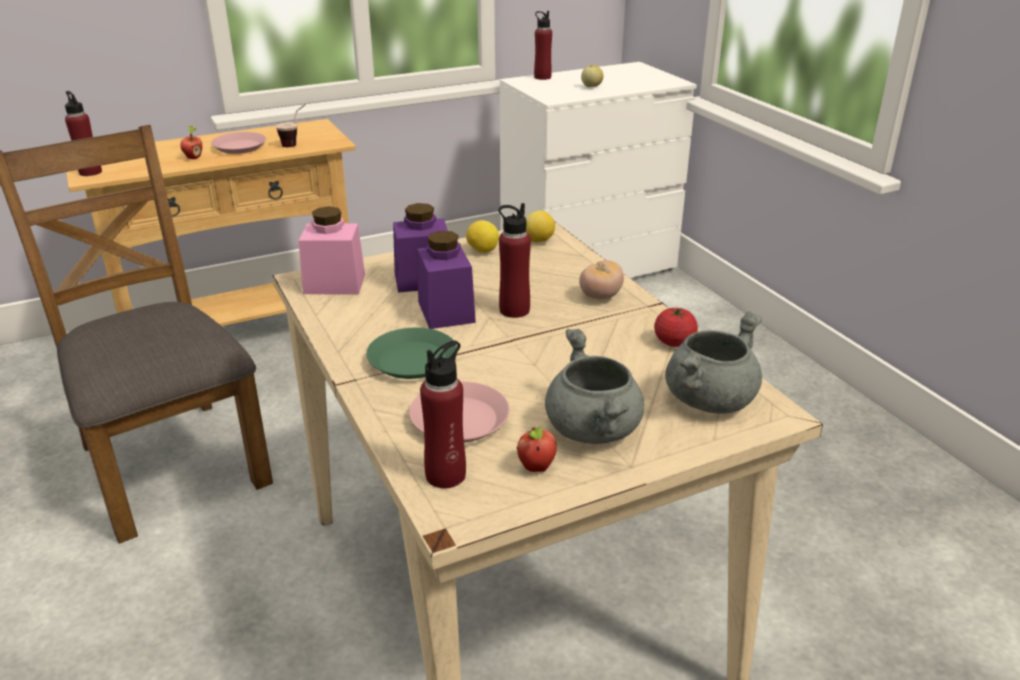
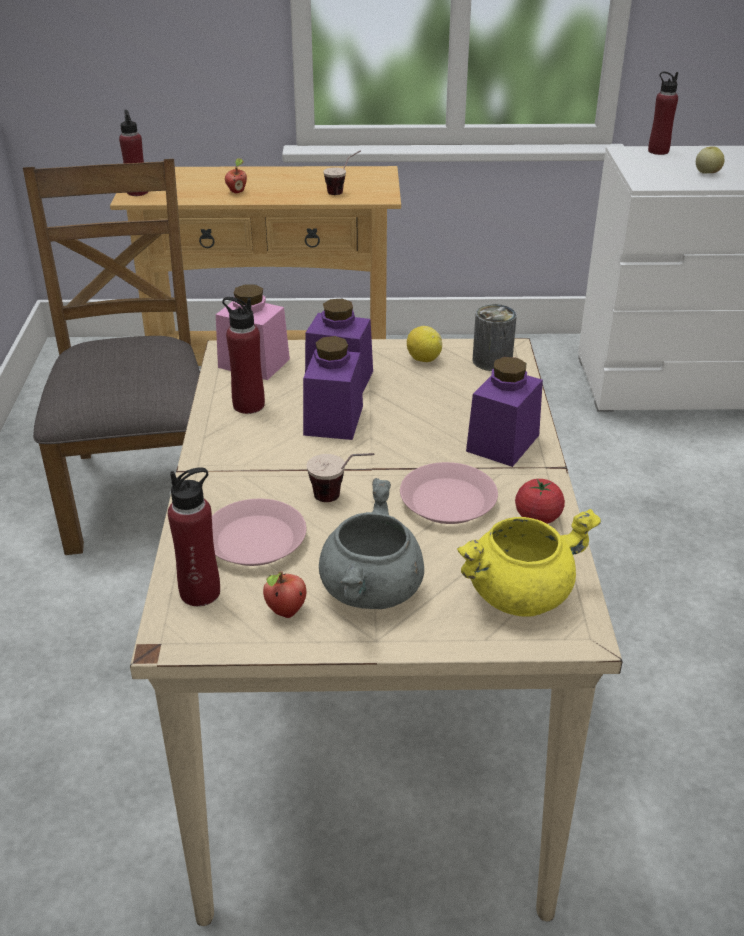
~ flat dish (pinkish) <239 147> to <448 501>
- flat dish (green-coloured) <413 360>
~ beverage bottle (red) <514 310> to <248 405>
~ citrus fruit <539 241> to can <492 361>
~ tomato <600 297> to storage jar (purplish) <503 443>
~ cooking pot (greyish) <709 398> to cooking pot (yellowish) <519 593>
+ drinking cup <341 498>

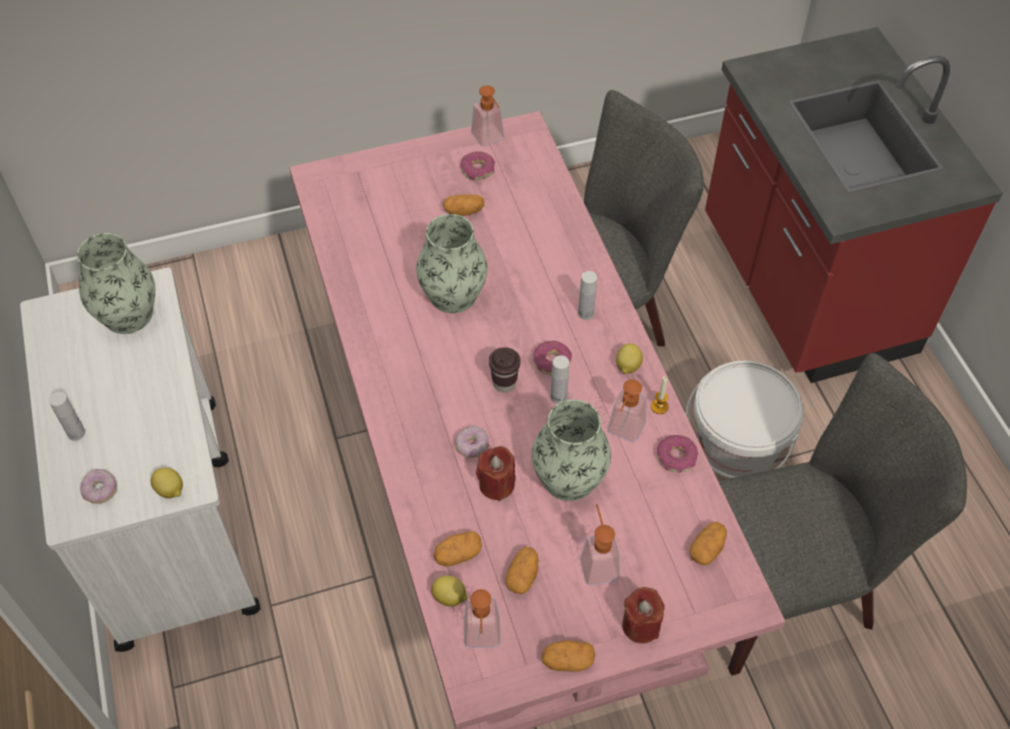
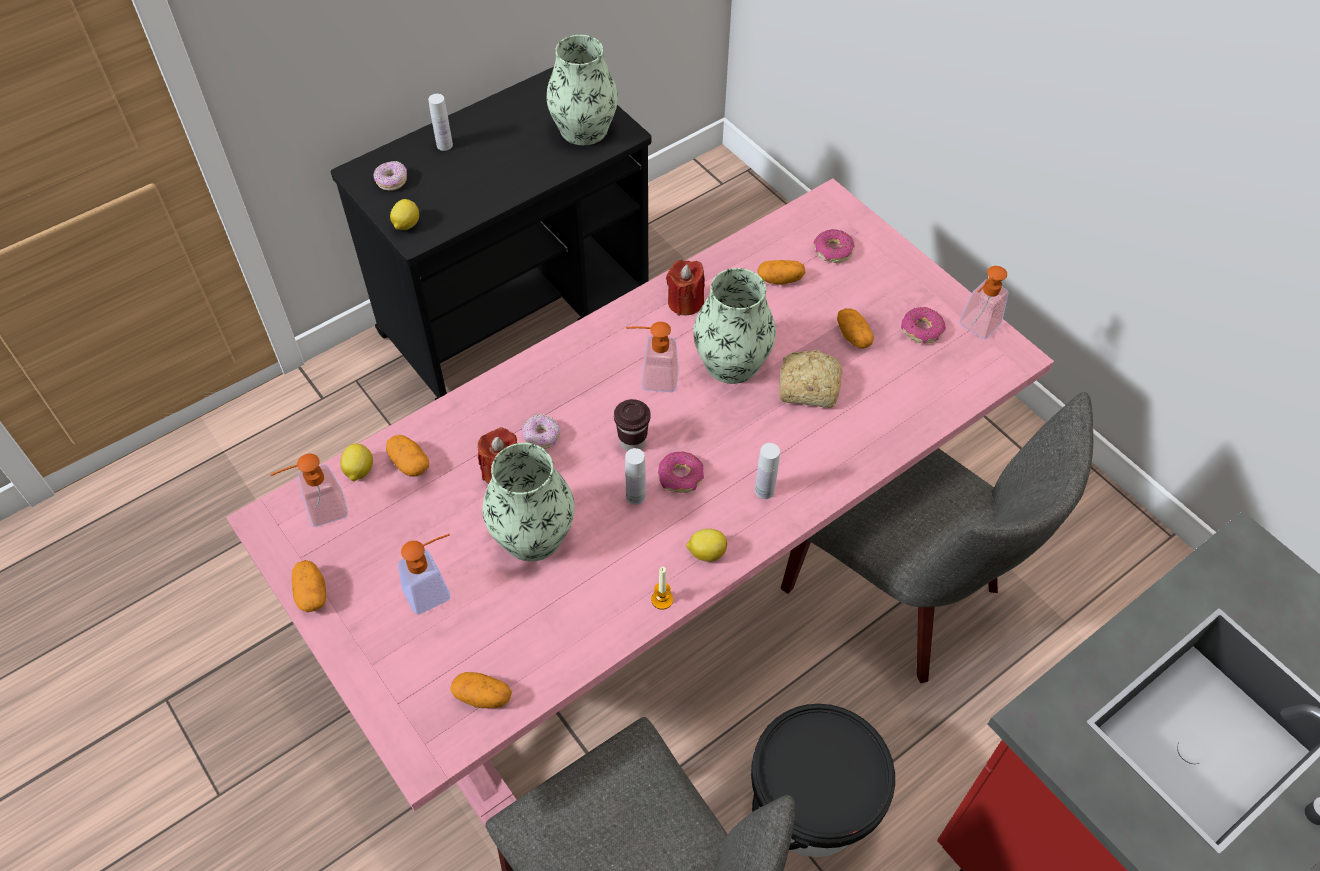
~ wheeled cart (white) <170 517> to wheeled cart (black-coloured) <517 315>
~ spud <522 576> to <780 279>
~ soap dispenser <623 432> to <652 378>
~ wax candle (red) <641 625> to <685 302>
~ donut <676 458> to <832 251>
~ pail (white) <736 446> to pail (black-coloured) <811 805>
+ bakery bread <806 386>

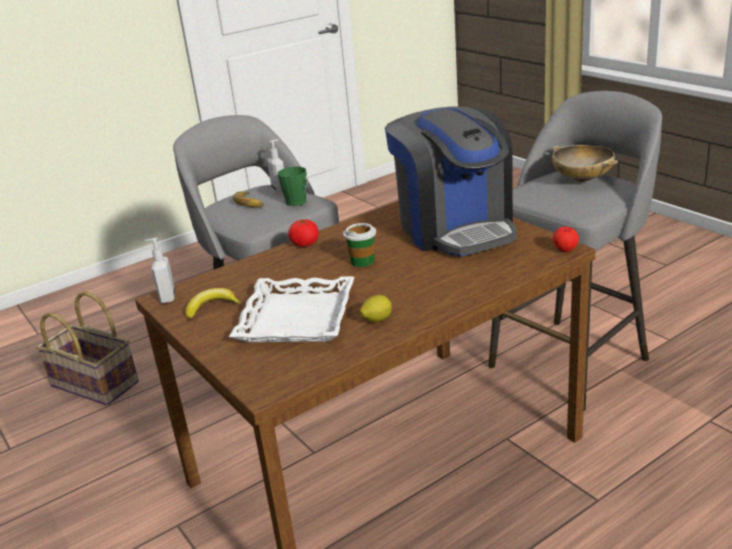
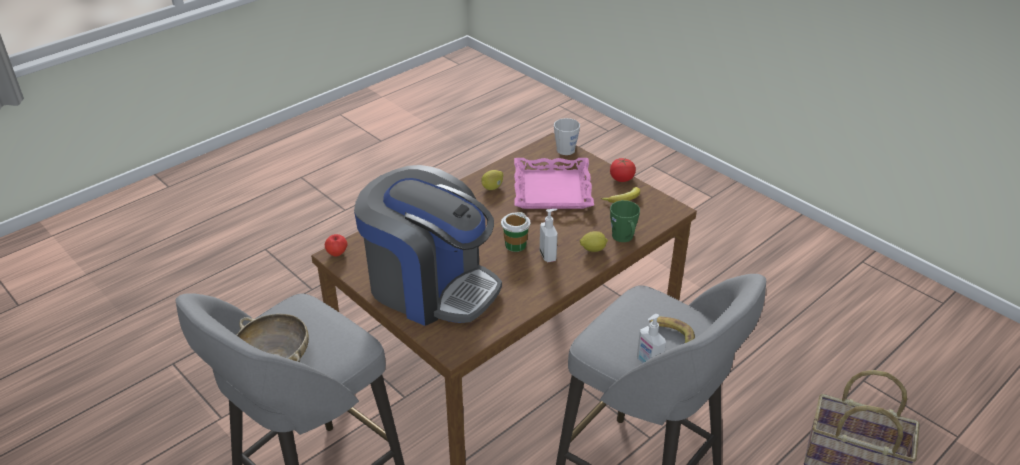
~ soap dispenser <167 298> to <548 255>
~ serving tray (white) <295 318> to serving tray (pinkish) <553 190>
~ mug (green-coloured) <295 200> to <624 238>
~ tomato <305 244> to <622 178>
~ coffee brewer <455 228> = <431 286> 150 degrees clockwise
+ mug (greyish) <567 148>
+ citrus fruit <593 249>

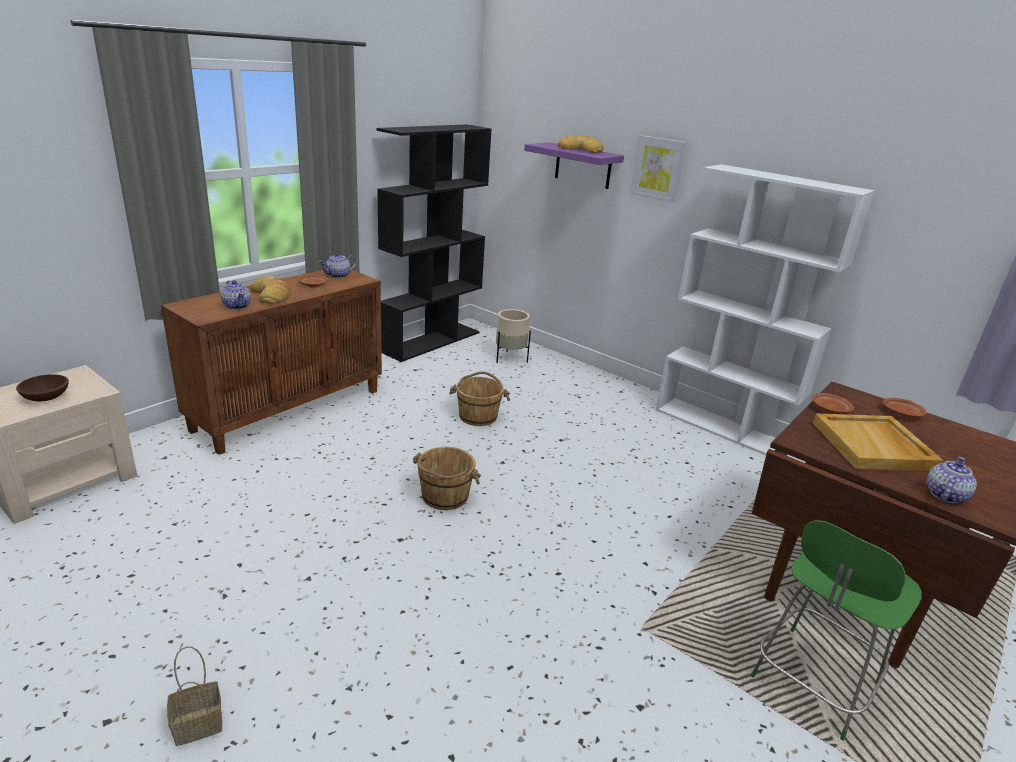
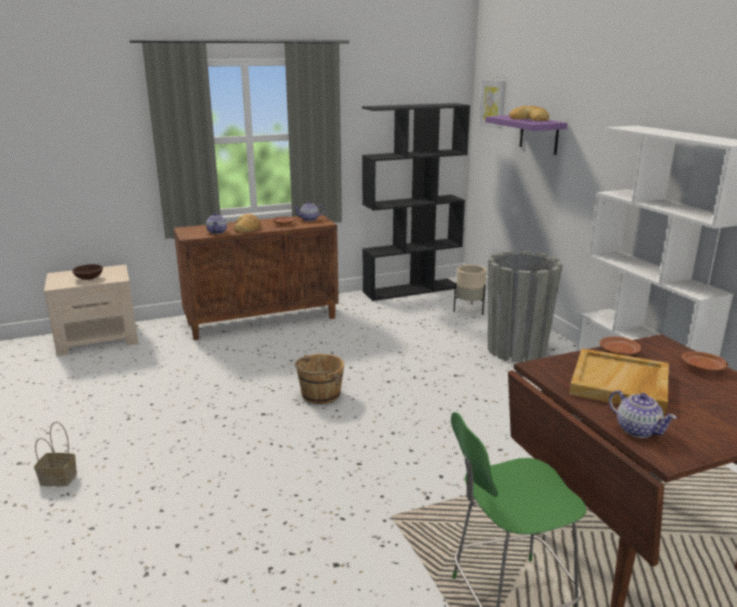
- pail (brownish) <478 416>
~ wall art <658 168> to <493 103>
~ teapot <944 495> = <637 429> 75 degrees clockwise
+ flower pot (greyish) <516 350>

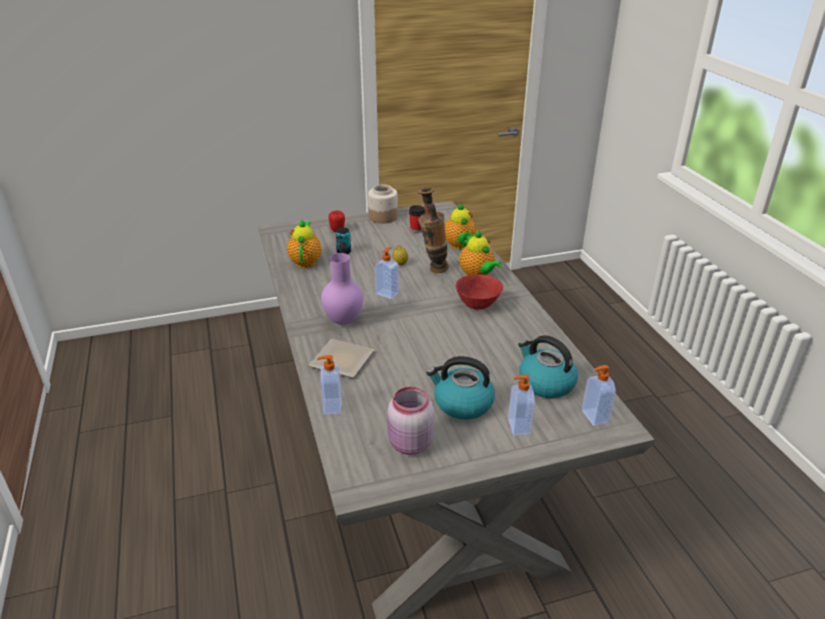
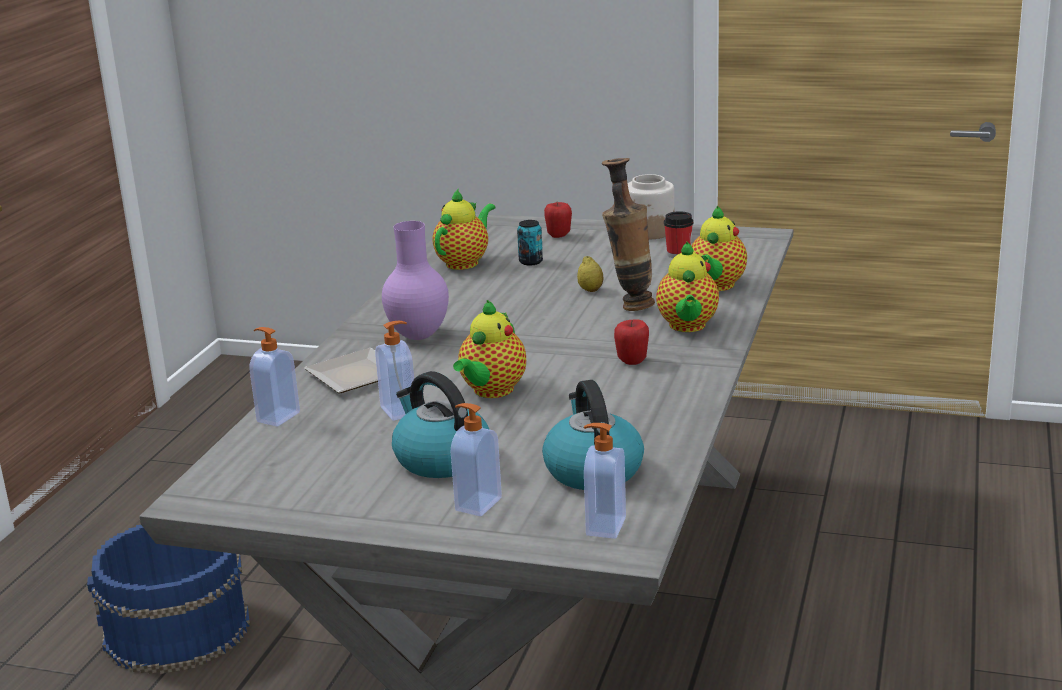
~ soap dispenser <387 293> to <400 411>
- storage jar (pinkish) <409 444>
~ deep dish (red) <478 305> to apple fruit <632 361>
+ pail (blue-coloured) <177 631>
+ teapot <491 391>

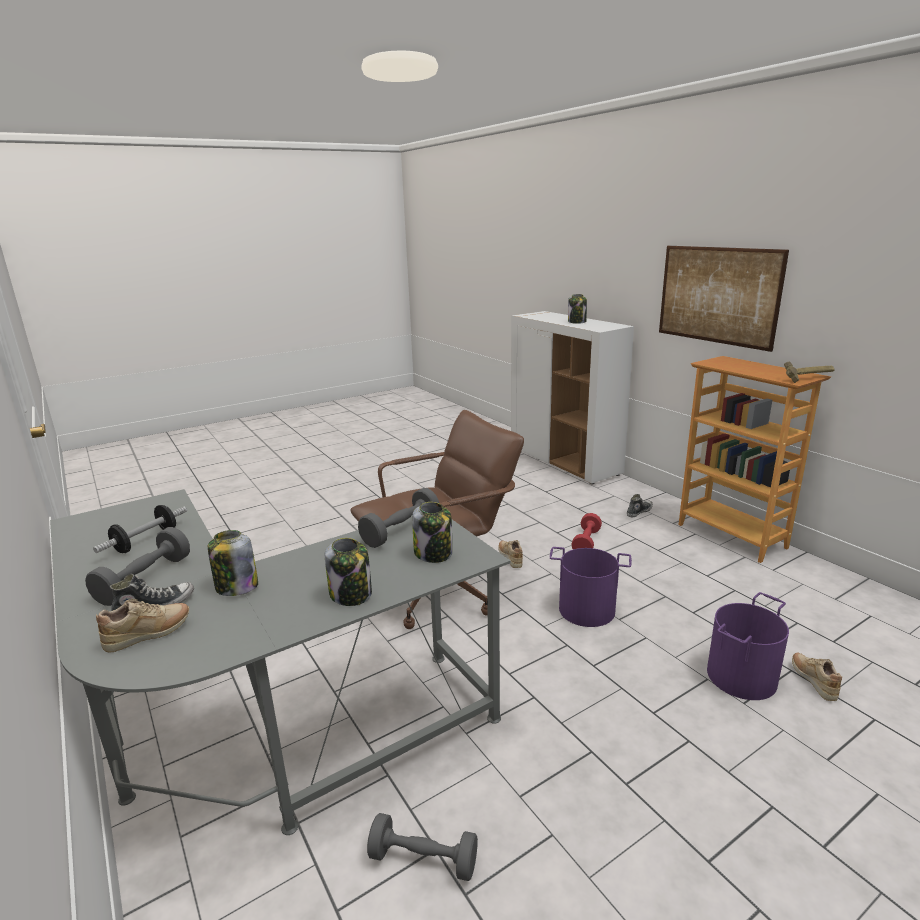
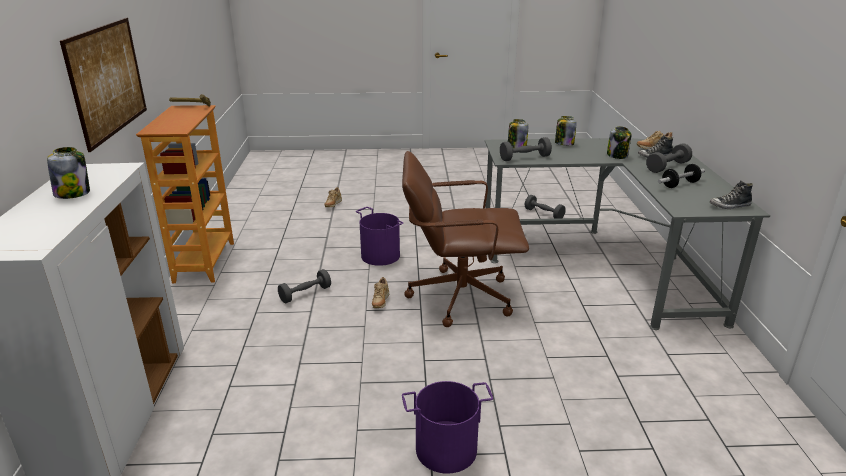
~ free weight (red) <586 542> to free weight (greyish) <305 294>
~ item of footwear <639 511> to <730 206>
~ pail (purplish) <742 677> to <446 448>

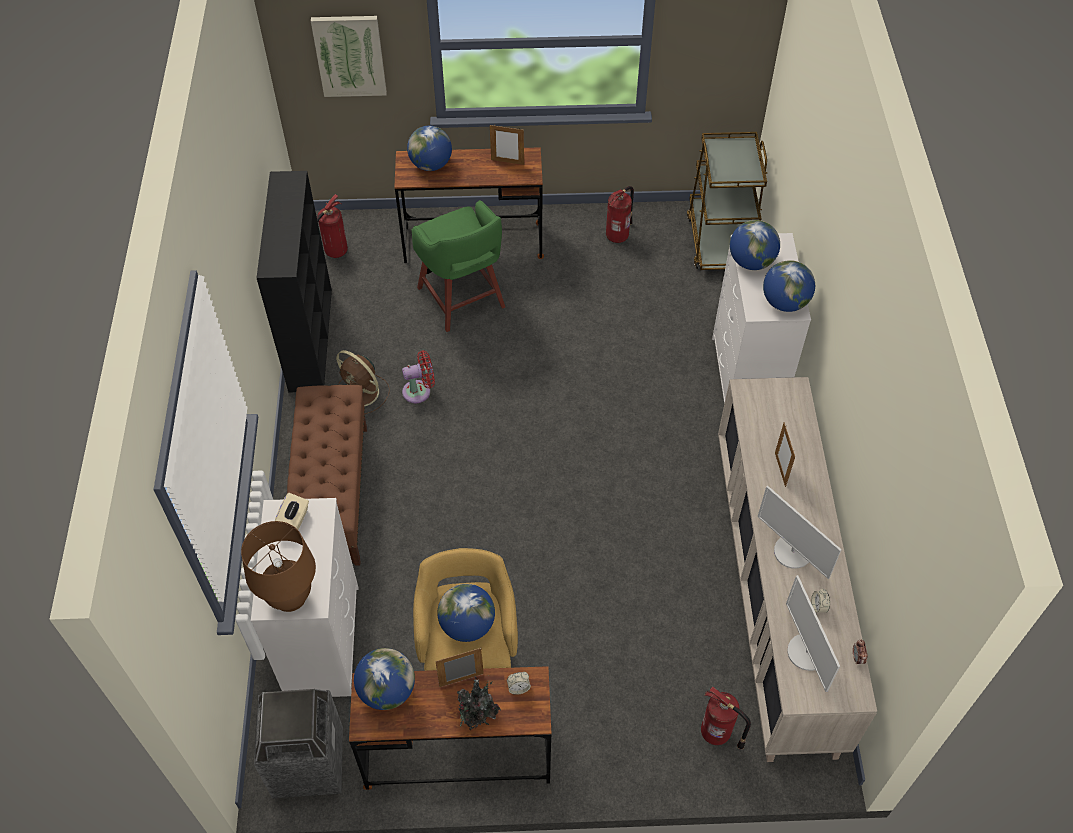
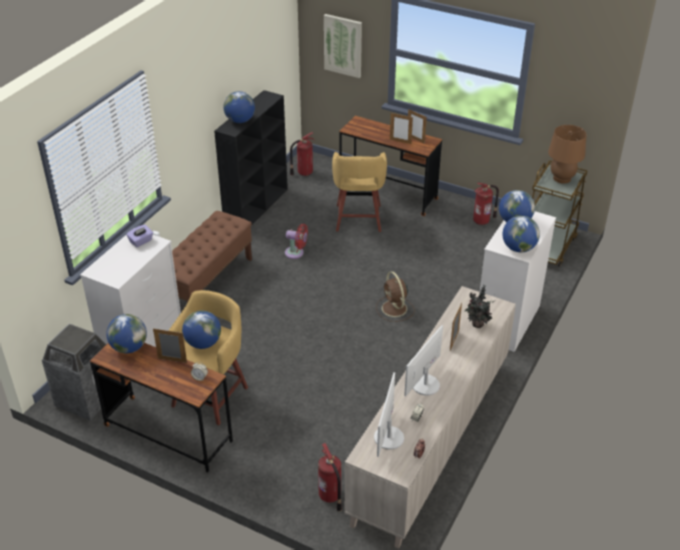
~ lamp for a table (brownish) <290 596> to <562 178>
~ tissue holder (sand-coloured) <294 519> to tissue holder (purplish) <141 241>
~ electric fan (brownish) <362 393> to <395 309>
~ world globe <431 164> to <240 120>
~ sitting stool (green-coloured) <462 300> to sitting stool (yellowish) <358 219>
~ houseplant <478 717> to <477 325>
~ computer display <792 552> = <425 385> 45 degrees clockwise
+ photo frame <400 141>

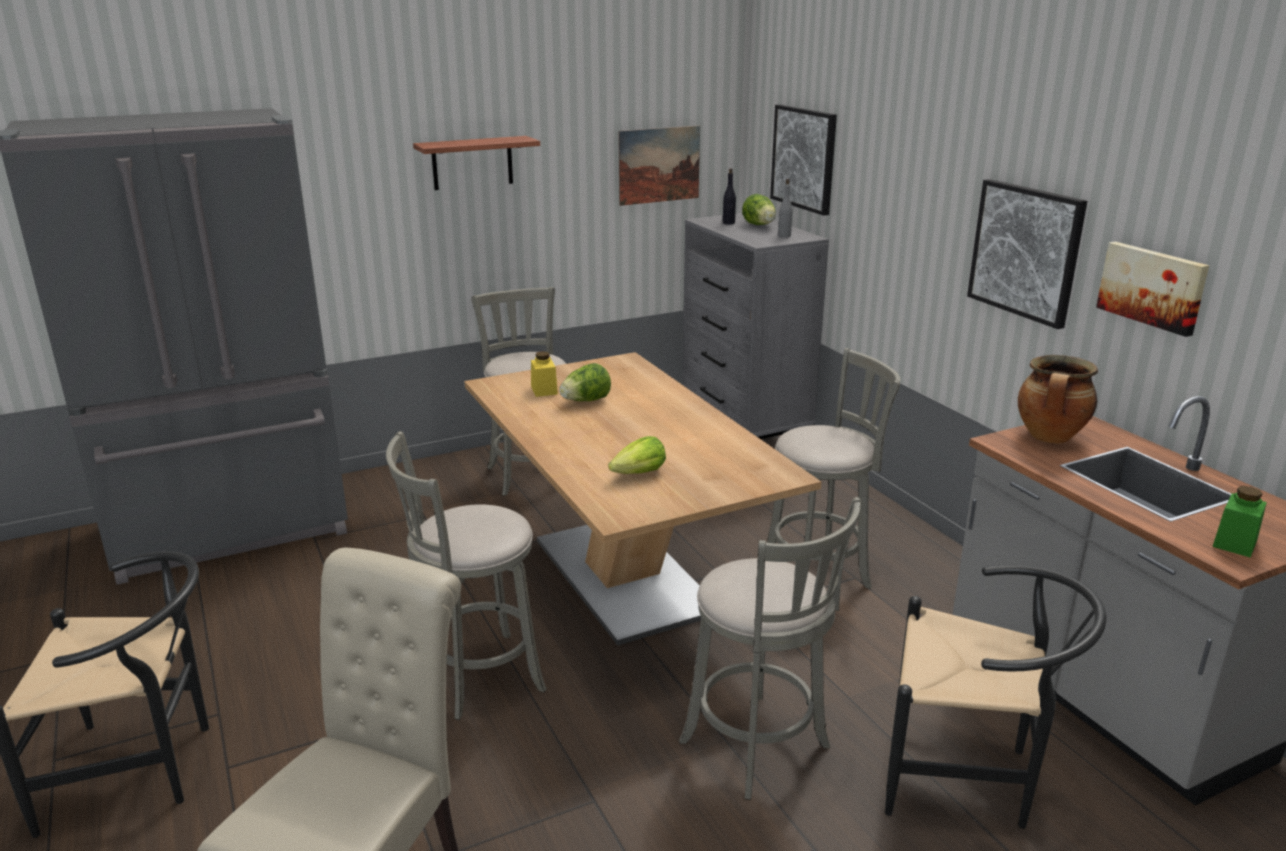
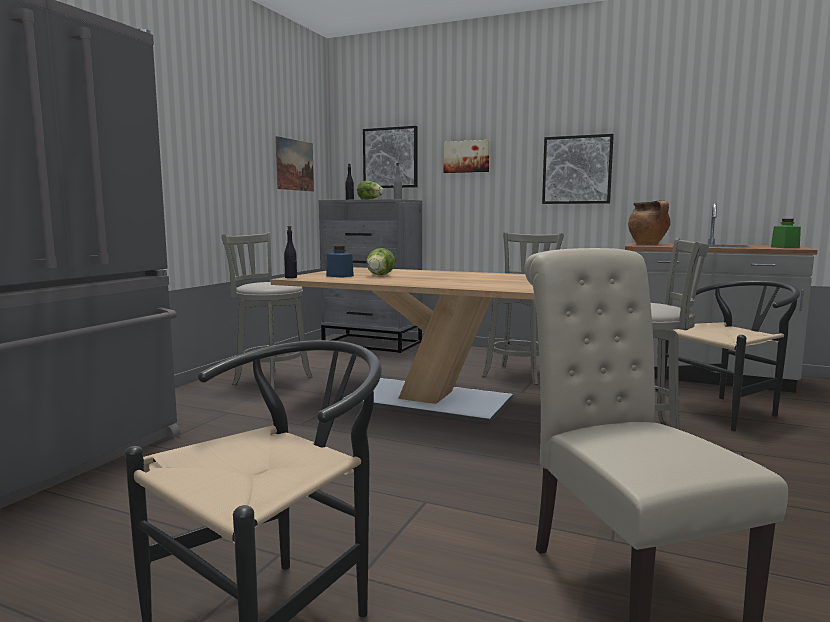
- sitting stool (greyish) <477 676>
- bracket shelf <472 163>
~ storage jar (yellowish) <544 390> to storage jar (blue-coloured) <340 276>
- head of lettuce <639 473>
~ wall art <1153 287> to <466 157>
+ beverage bottle (black-coloured) <291 277>

